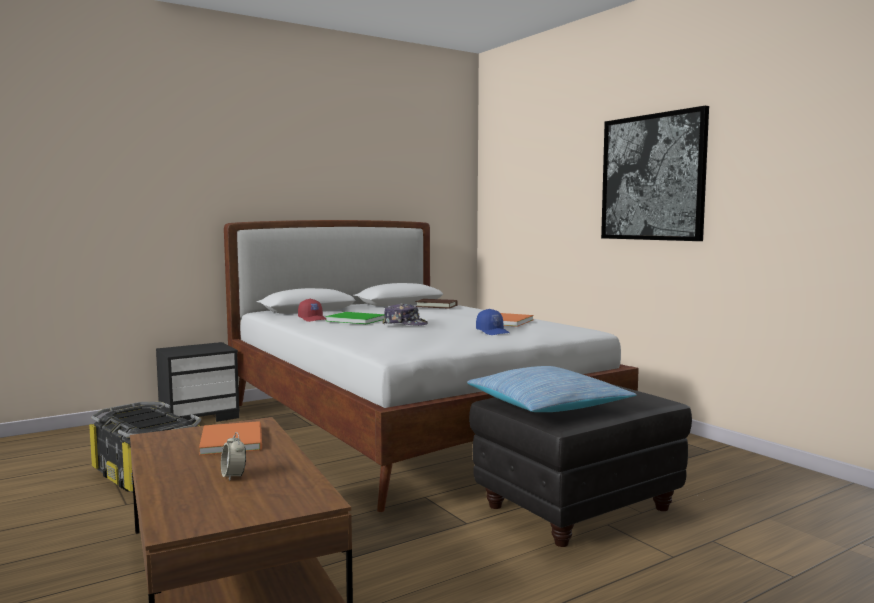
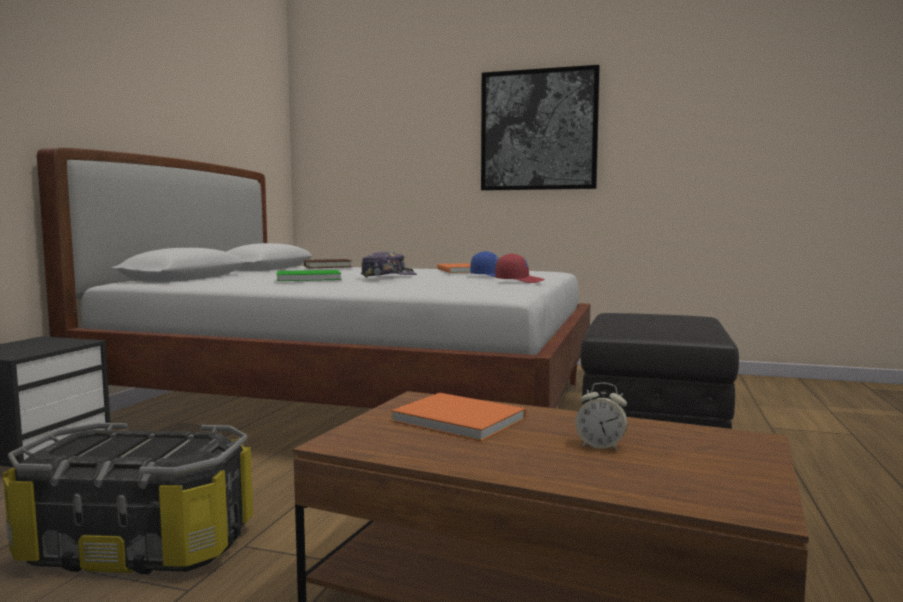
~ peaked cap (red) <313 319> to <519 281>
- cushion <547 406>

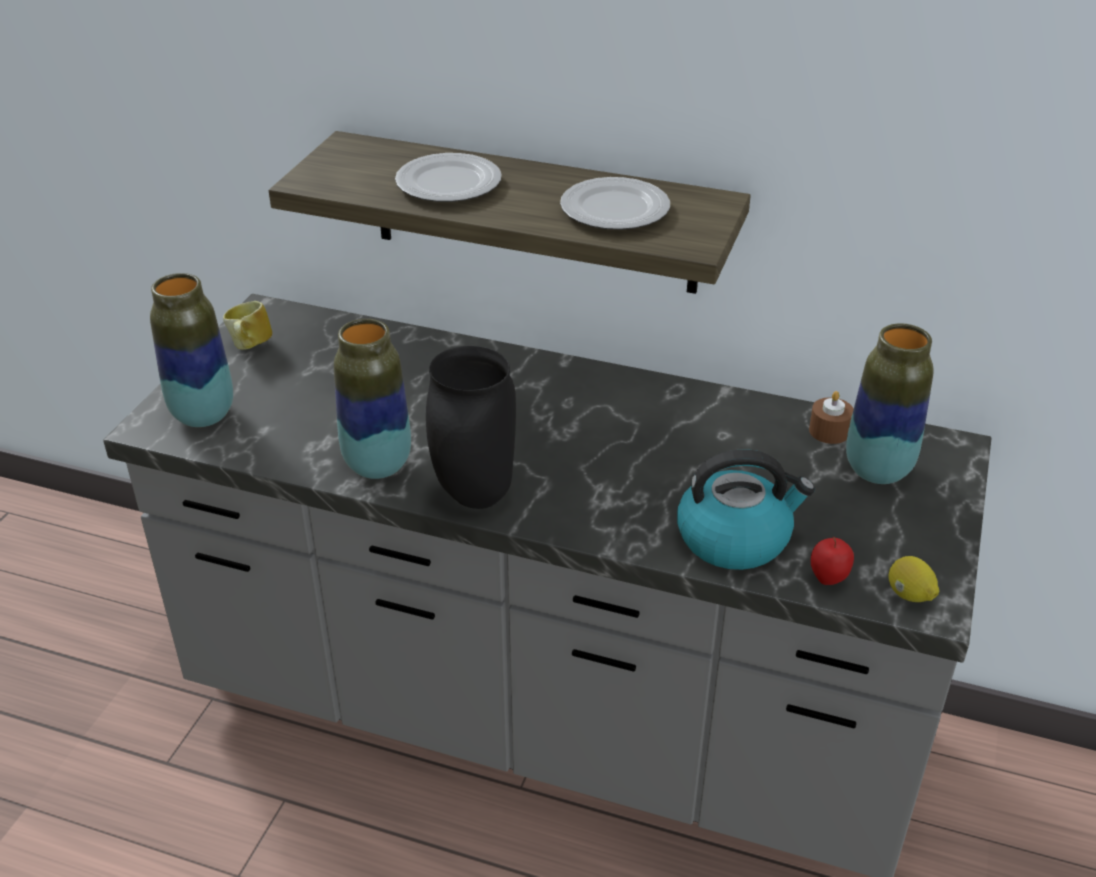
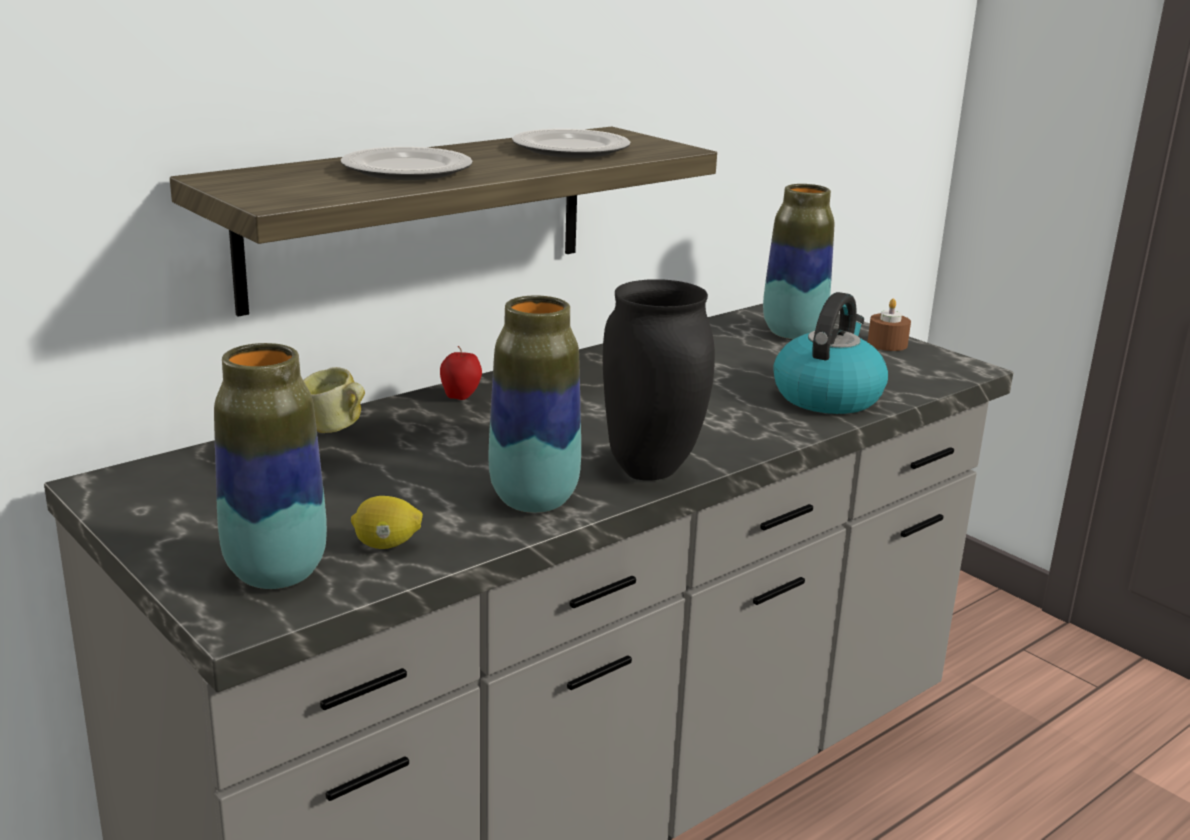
~ mug <249 347> to <335 430>
~ wax candle (brownish) <829 431> to <887 344>
~ apple fruit <828 580> to <461 397>
~ citrus fruit <909 595> to <386 545>

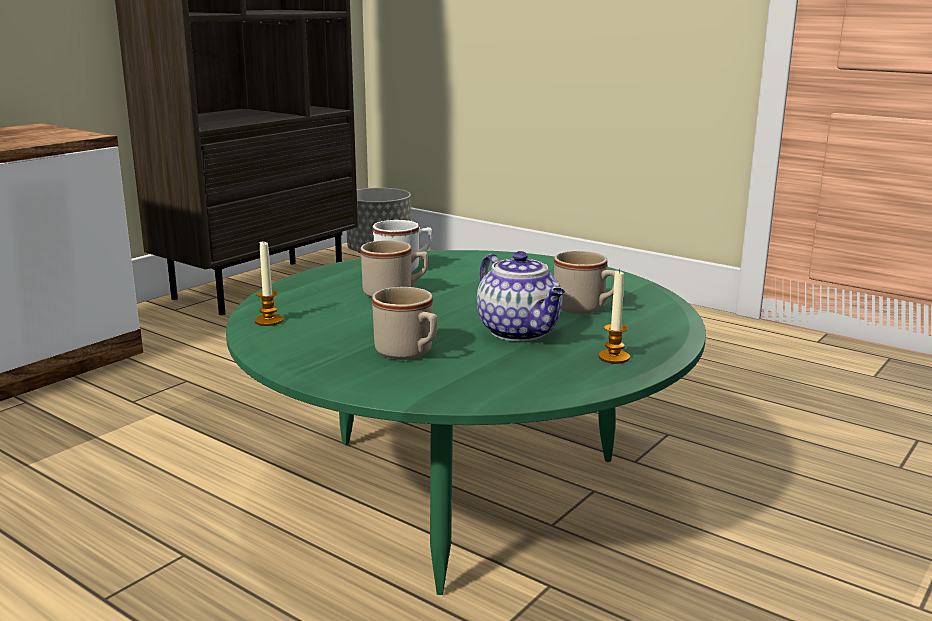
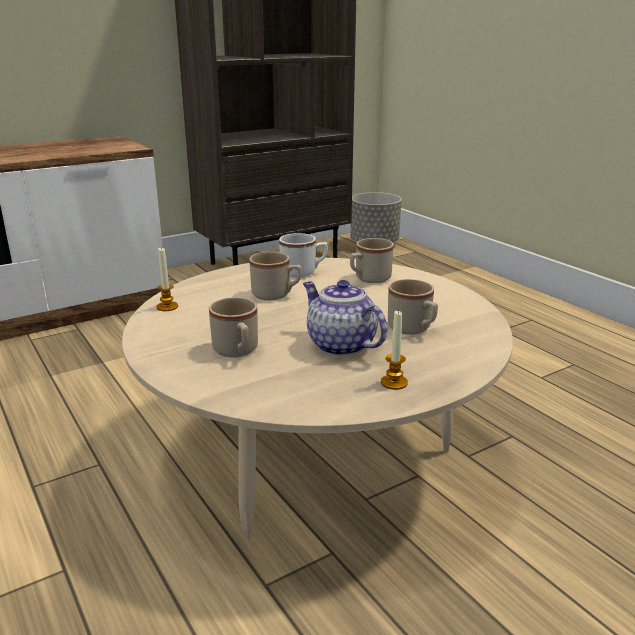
~ low table (green-coloured) <464 491> to low table (sand-coloured) <317 454>
~ teapot <520 332> = <340 345> 150 degrees clockwise
+ mug (sand-coloured) <369 279>

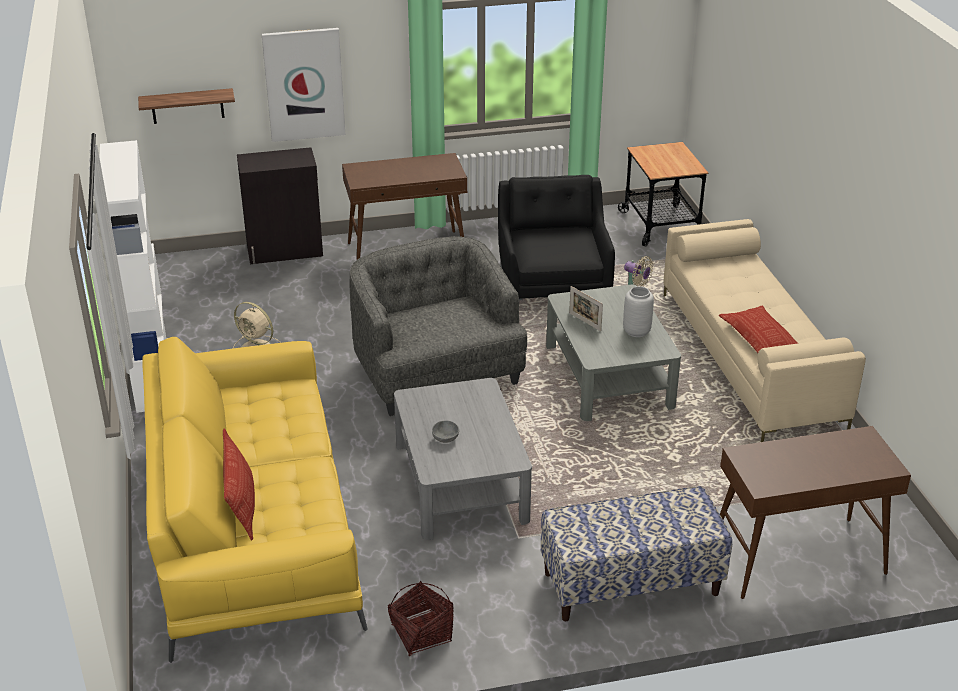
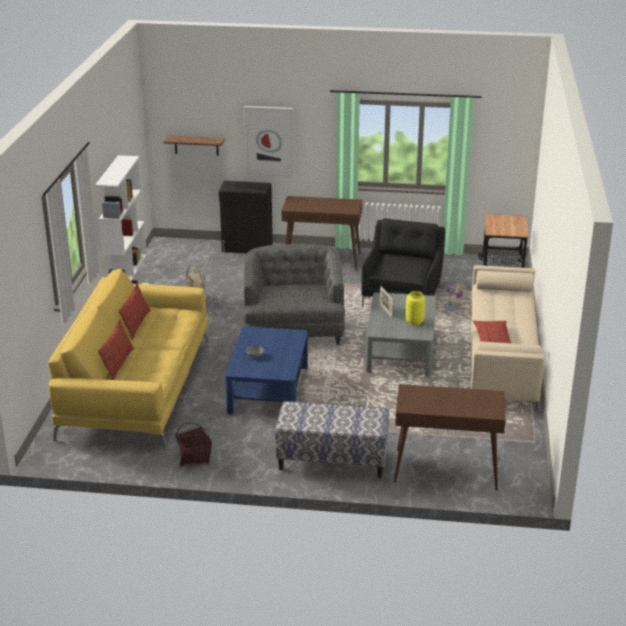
~ low table (greyish) <460 482> to low table (blue-coloured) <268 389>
~ decorative vase (greyish) <636 331> to decorative vase (yellowish) <414 321>
+ cushion <136 324>

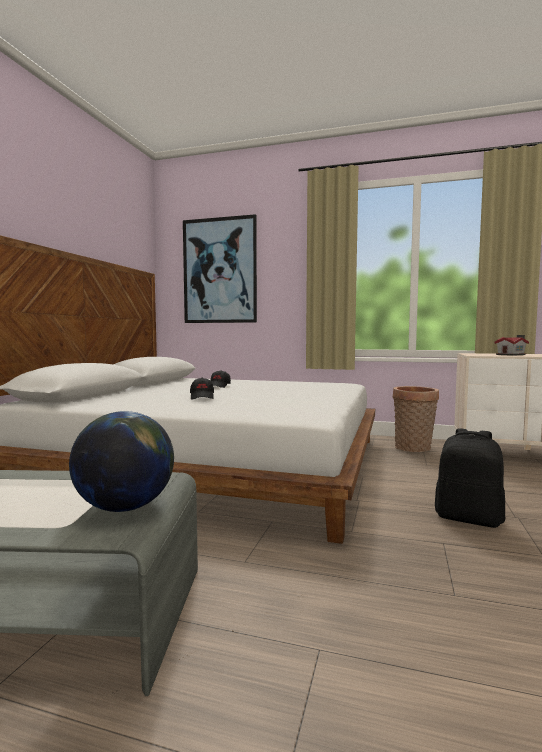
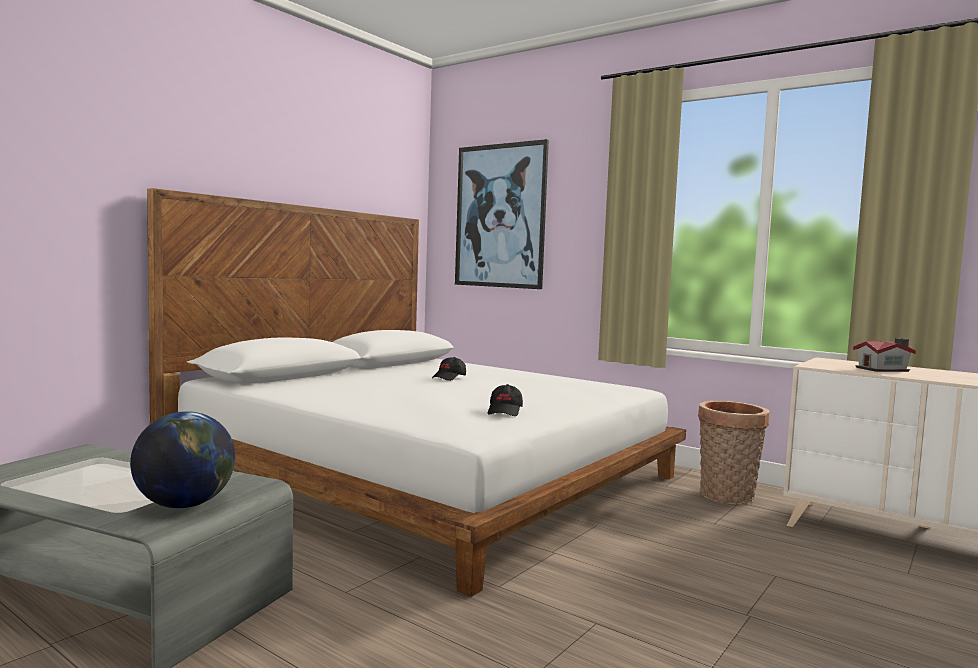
~ peaked cap (black-coloured) <202 397> to <505 411>
- knapsack (black-coloured) <469 518>

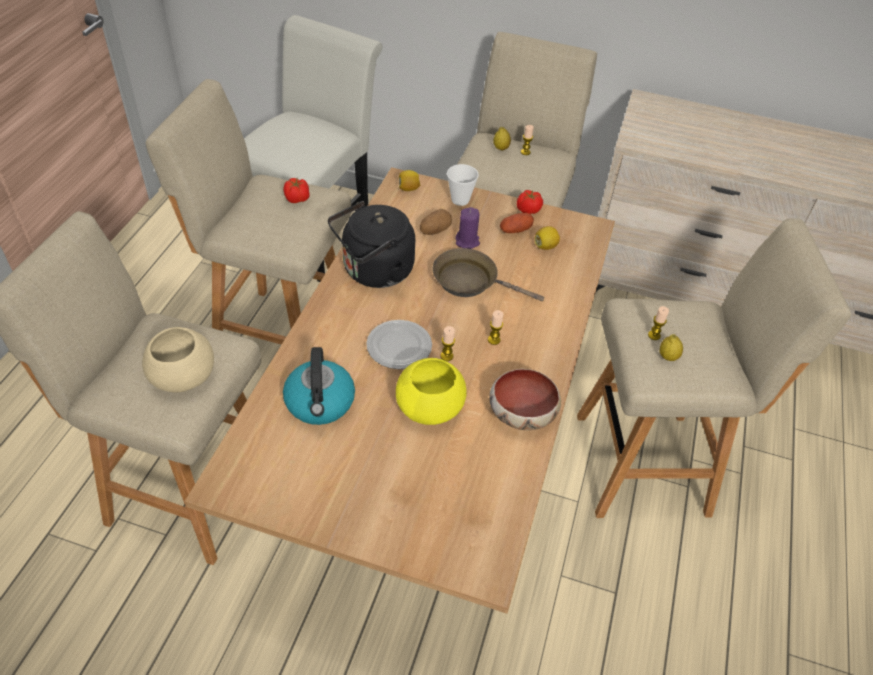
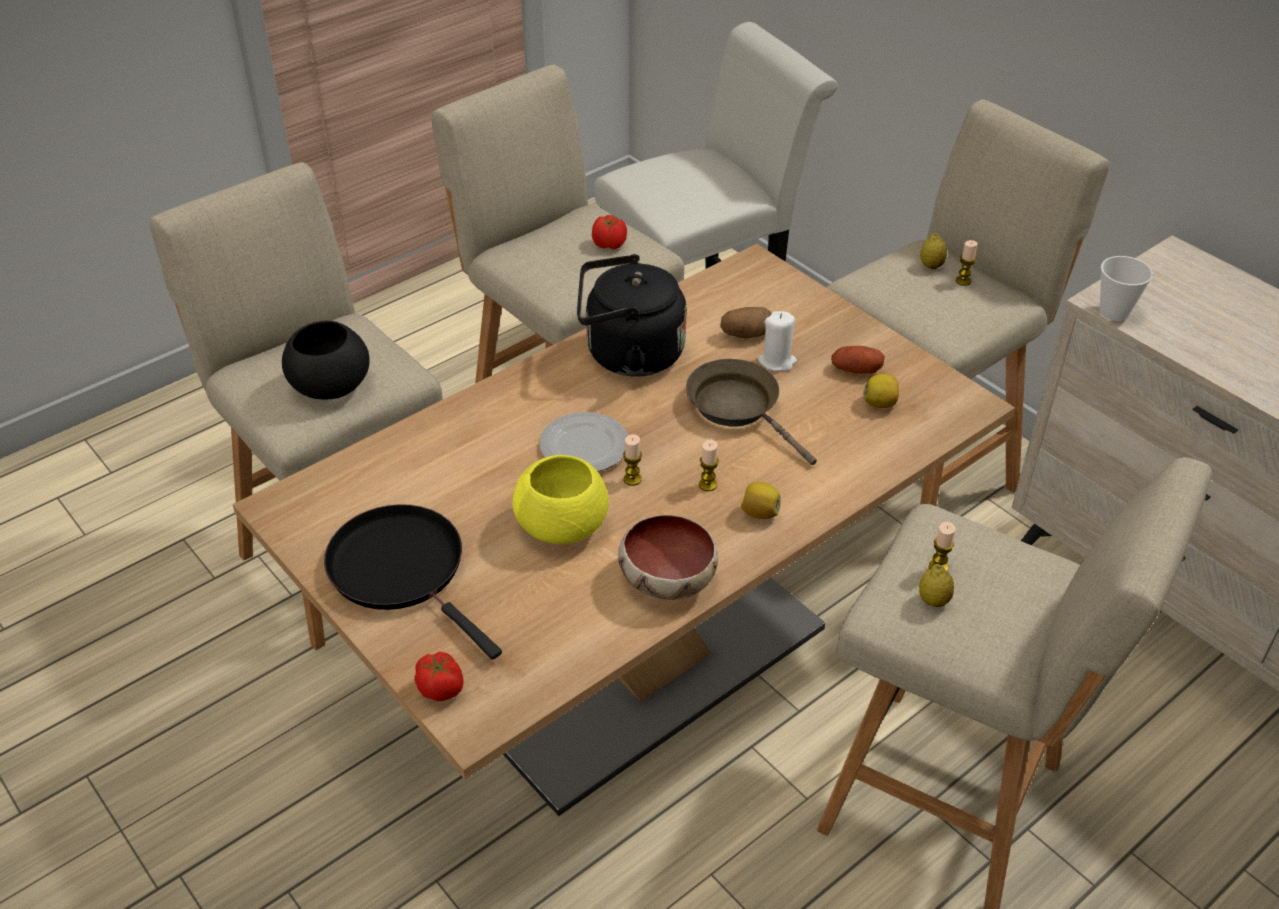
~ deep dish (sand-coloured) <181 377> to deep dish (black-coloured) <329 386>
- tea kettle <320 403>
~ citrus fruit <408 188> to <759 513>
~ drinking cup <460 200> to <1114 312>
~ wax candle (purplish) <467 241> to wax candle (white) <777 361>
~ tomato <528 210> to <441 689>
+ skillet (black-coloured) <402 570>

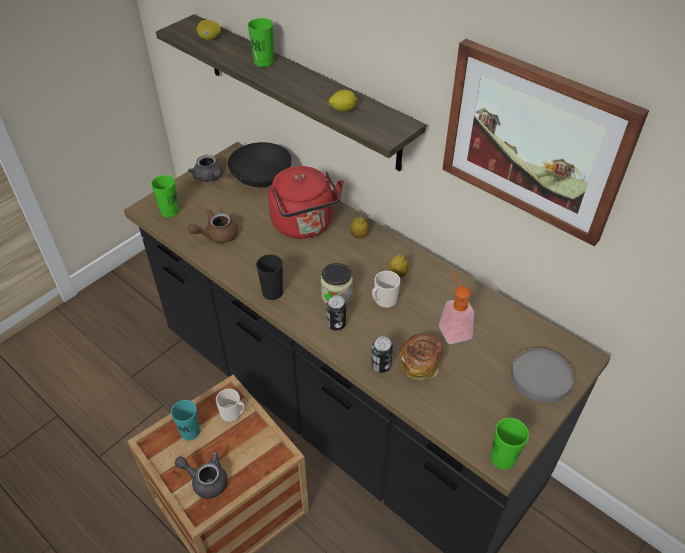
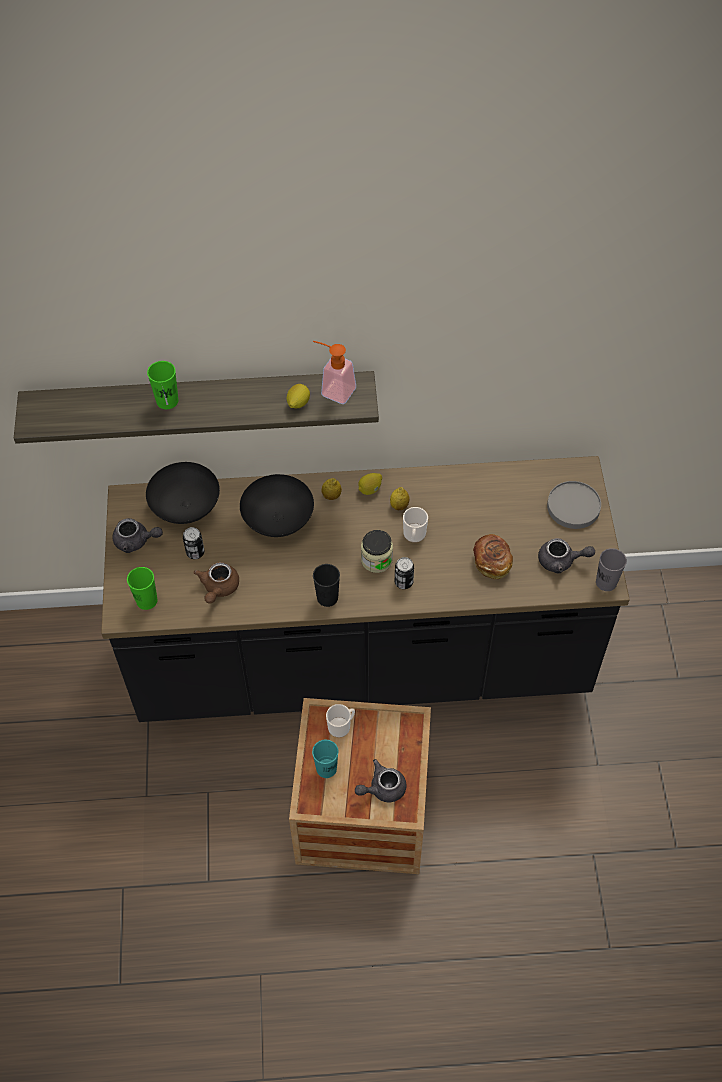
~ citrus fruit <209 38> to <370 489>
~ tea kettle (red) <304 225> to deep dish (black-coloured) <278 521>
~ can <380 365> to <195 552>
~ soap dispenser <452 328> to <333 389>
- wall art <534 141>
~ drinking cup (green-coloured) <503 458> to drinking cup (greyish) <606 582>
+ teapot (greyish) <561 561>

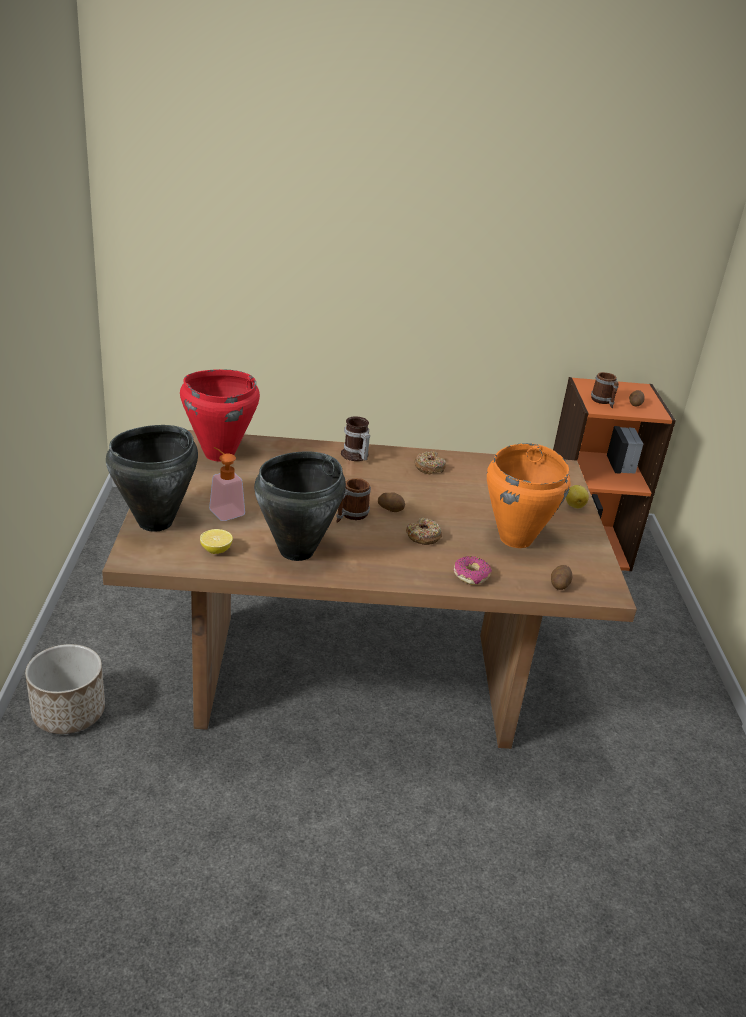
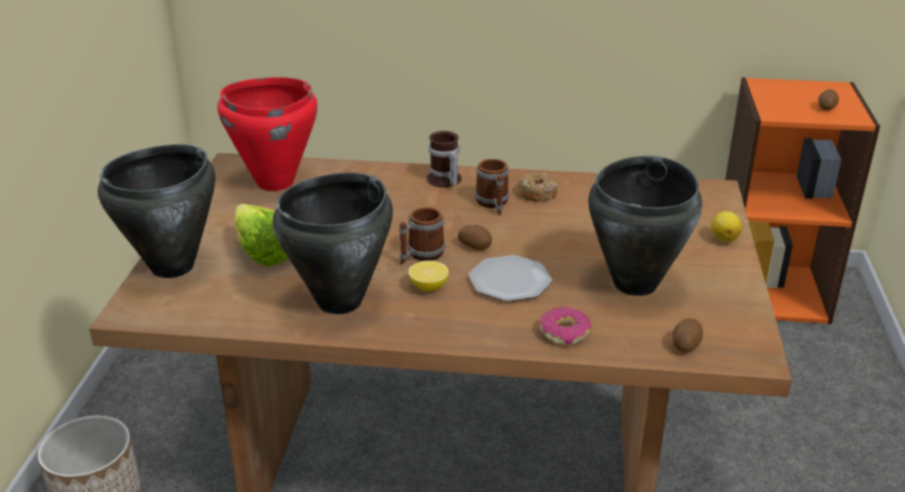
~ citrus fruit <216 550> to <428 287>
~ soap dispenser <224 510> to head of lettuce <261 250>
~ donut <423 536> to flat dish <510 281>
~ cooking pot (orangey) <516 539> to cooking pot (black-coloured) <636 283>
~ mug <603 402> to <493 204>

